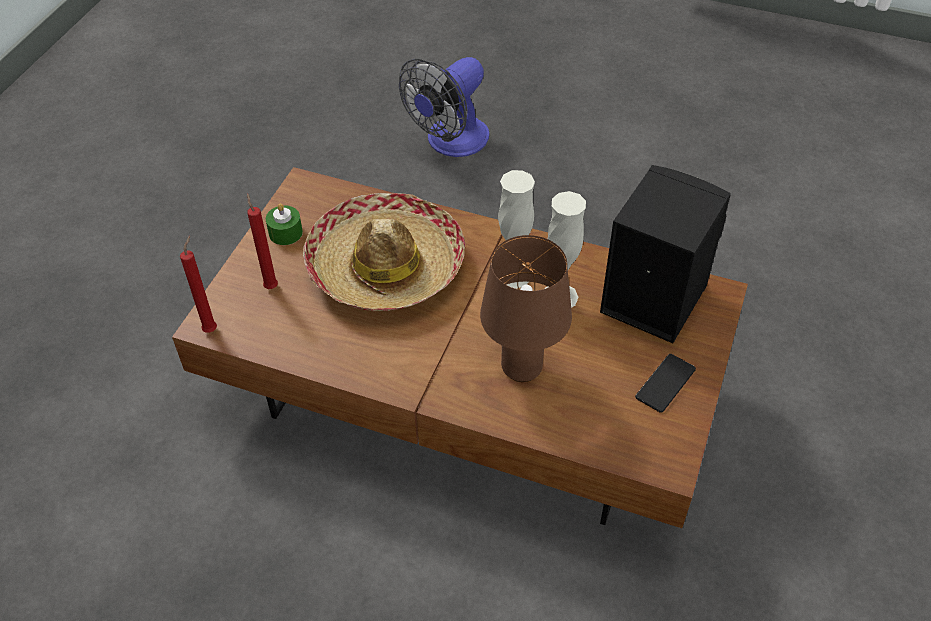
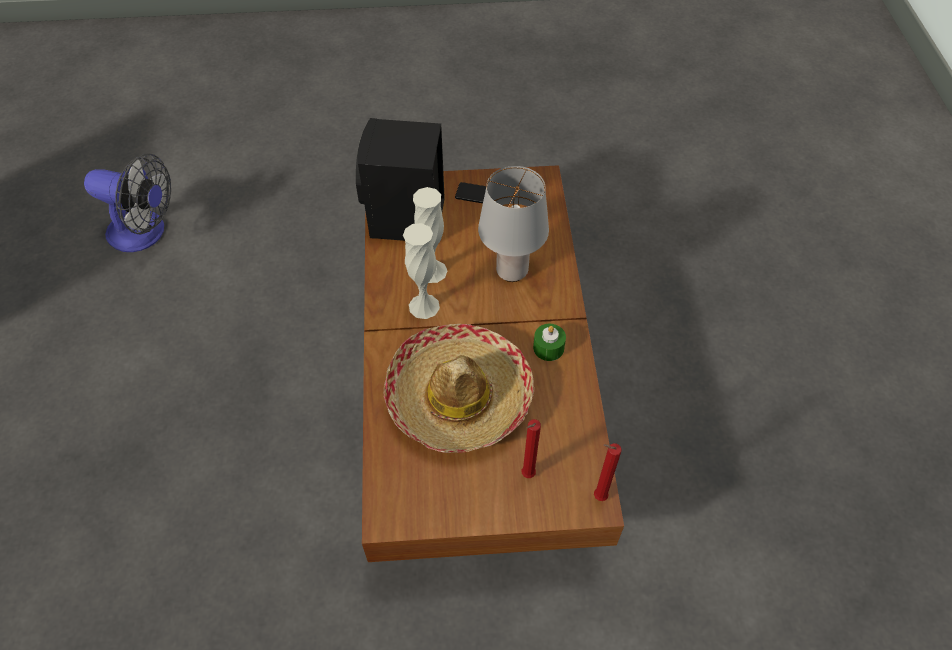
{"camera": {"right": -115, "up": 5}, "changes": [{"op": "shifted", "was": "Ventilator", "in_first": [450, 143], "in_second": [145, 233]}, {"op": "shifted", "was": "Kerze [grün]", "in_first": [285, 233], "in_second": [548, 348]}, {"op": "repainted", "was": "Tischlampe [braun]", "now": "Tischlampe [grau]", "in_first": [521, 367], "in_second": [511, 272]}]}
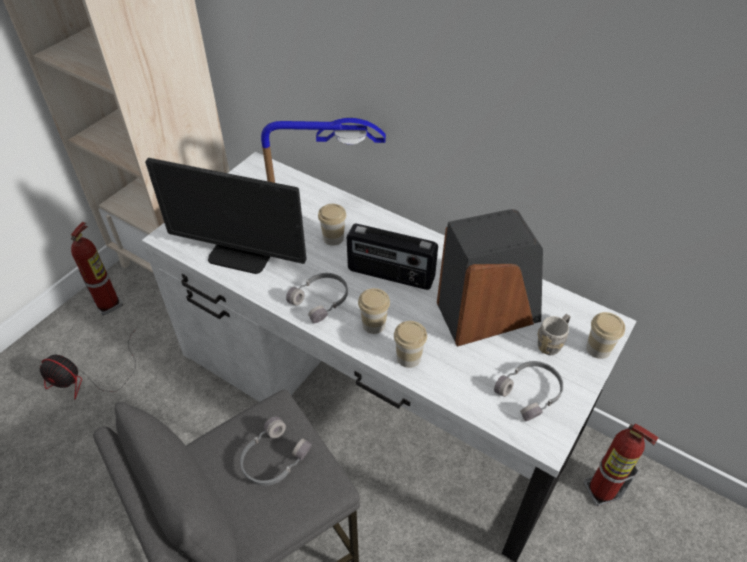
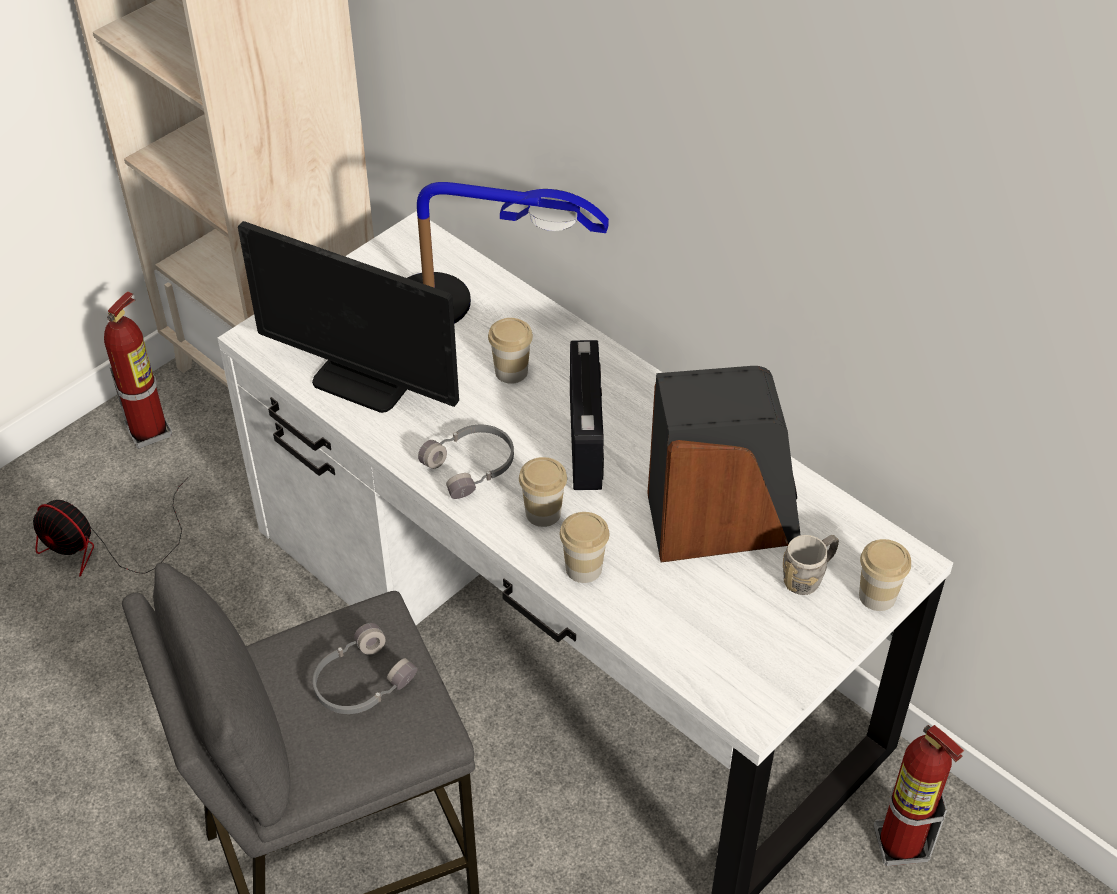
{"camera": {"right": 10, "up": 0}, "changes": [{"op": "rotated", "was": "Radio", "in_first": [390, 275], "in_second": [587, 441], "clockwise": -120}, {"op": "gone", "was": "Kopfhörer [grau]", "in_first": [531, 393]}]}
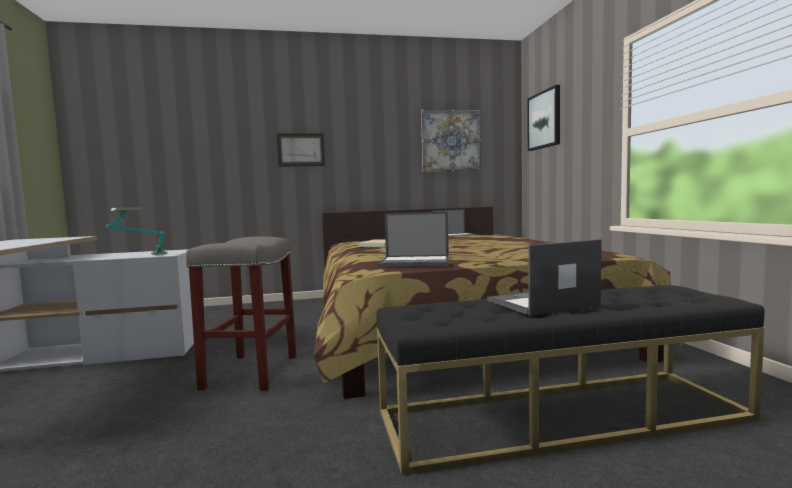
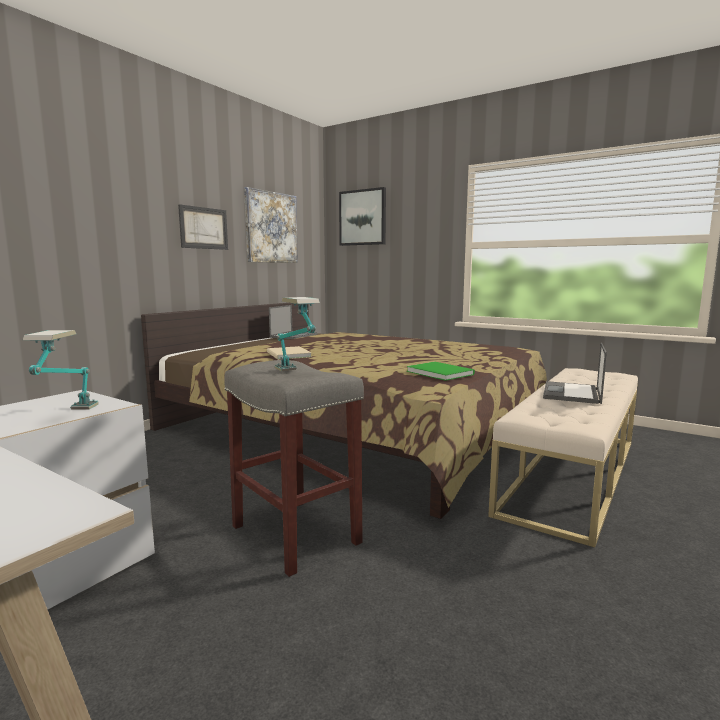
{"camera": {"right": -45, "up": 5}, "changes": [{"op": "shifted", "was": "Bild", "in_first": [301, 150], "in_second": [203, 228]}, {"op": "swapped", "was": "Laptop", "now": "Buch [grün]", "in_first": [416, 262], "in_second": [439, 372]}, {"op": "repainted", "was": "Bank [schwarz]", "now": "Bank [beige]", "in_first": [561, 415], "in_second": [571, 474]}, {"op": "new", "now": "Tischlampe", "in_second": [296, 373]}]}
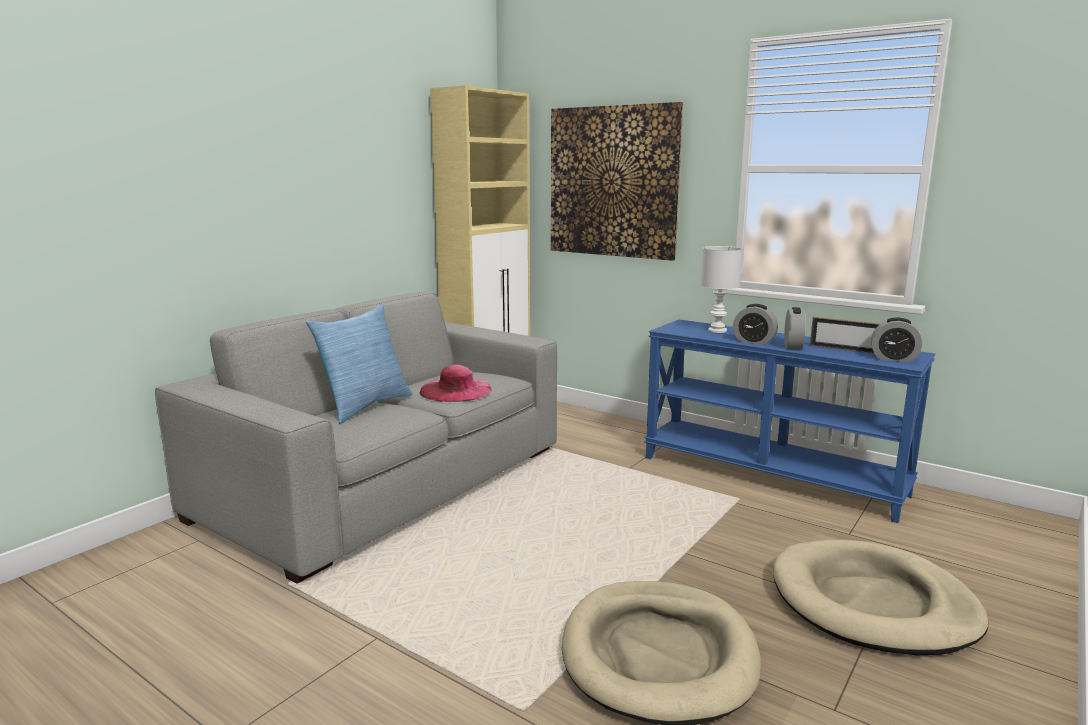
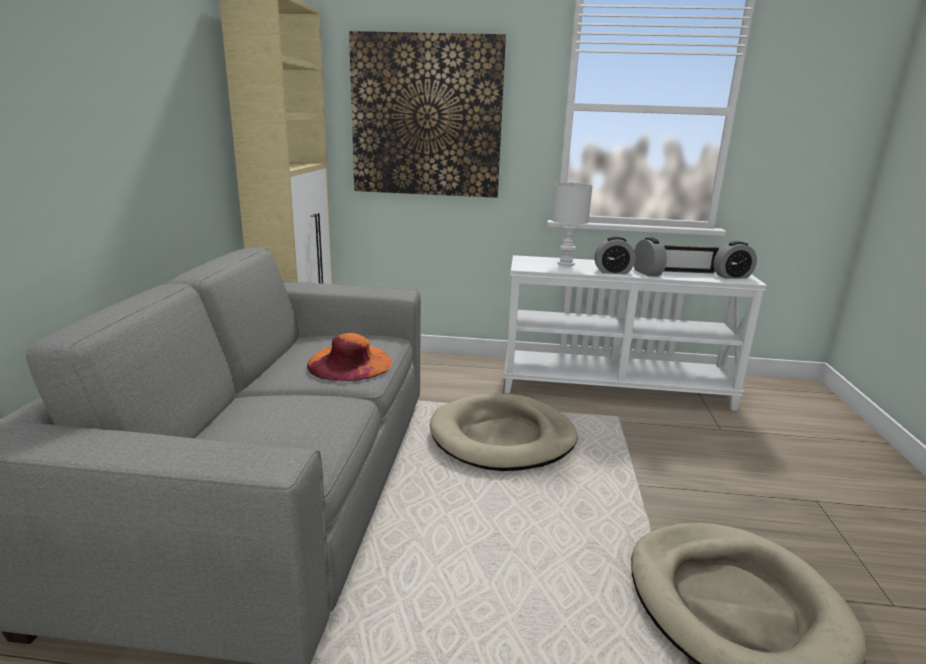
{"camera": {"right": -30, "up": 5}, "changes": [{"op": "gone", "was": "Kissen", "in_first": [364, 406]}, {"op": "repainted", "was": "Konsolentisch [blau]", "now": "Konsolentisch [weiß]", "in_first": [772, 475], "in_second": [615, 387]}, {"op": "repainted", "was": "Hut [rosa]", "now": "Hut [orange]", "in_first": [456, 390], "in_second": [349, 363]}, {"op": "shifted", "was": "Hundebett [beige]", "in_first": [872, 603], "in_second": [502, 437]}]}
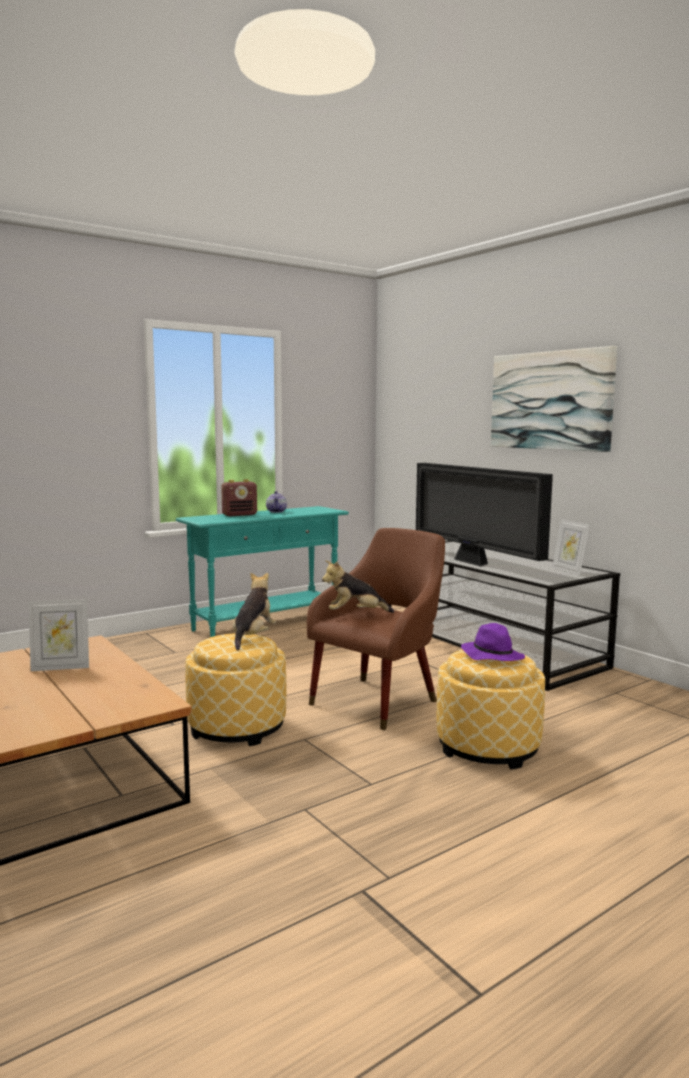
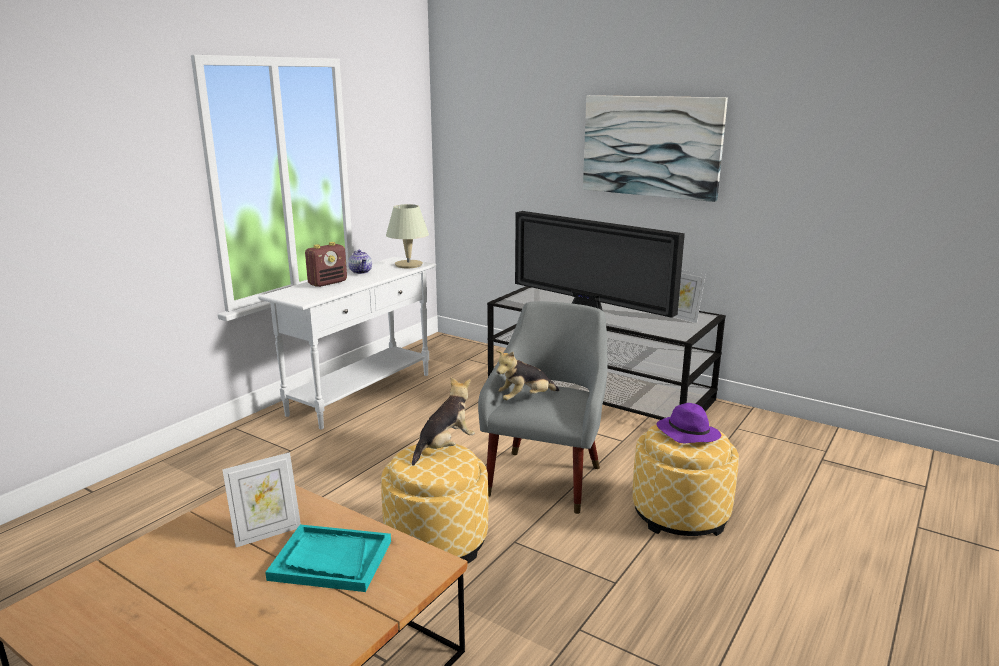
{"camera": {"right": -20, "up": 10}, "changes": [{"op": "repainted", "was": "Konsolentisch [türkis]", "now": "Konsolentisch [weiß]", "in_first": [267, 624], "in_second": [362, 394]}, {"op": "repainted", "was": "Sessel [braun]", "now": "Sessel [grau]", "in_first": [378, 699], "in_second": [546, 476]}, {"op": "rotated", "was": "Plüschtier", "in_first": [253, 637], "in_second": [445, 447], "clockwise": 45}, {"op": "new", "now": "Tischlampe [beige]", "in_second": [408, 265]}, {"op": "new", "now": "Tablett [türkis]", "in_second": [330, 560]}]}
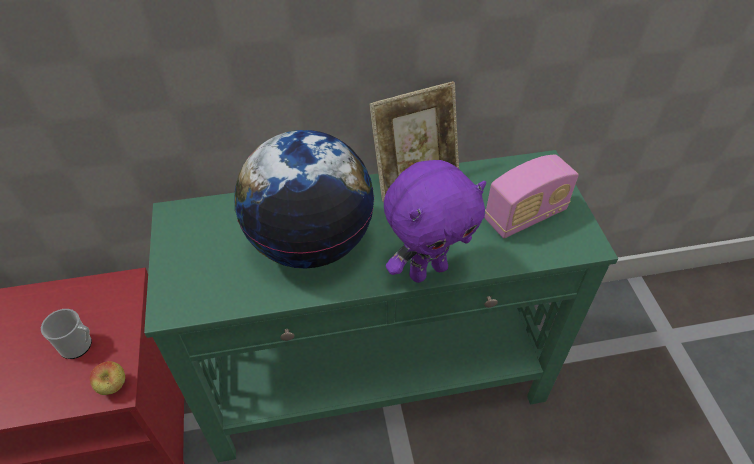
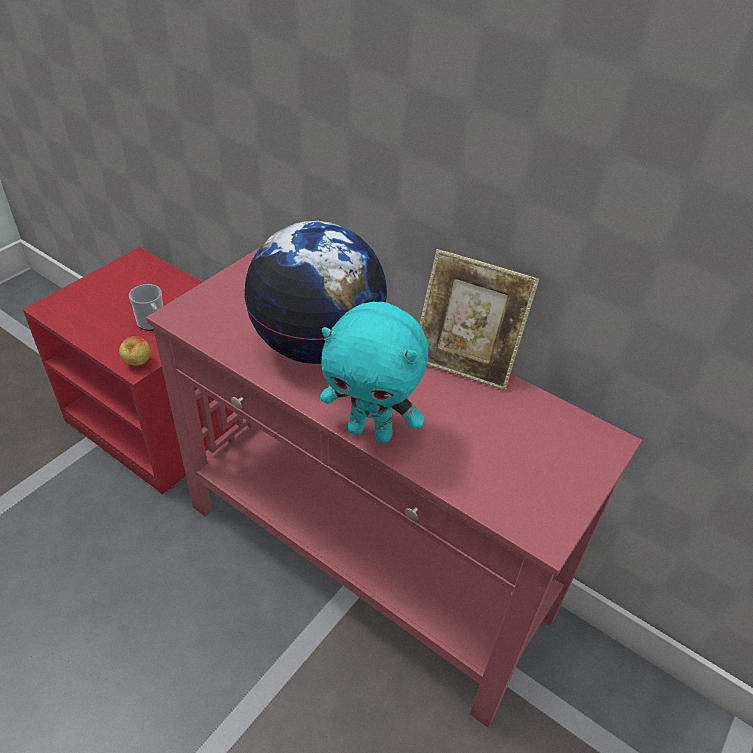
{"camera": {"right": 45, "up": -5}, "changes": [{"op": "repainted", "was": "Konsolentisch [grün]", "now": "Konsolentisch [rot]", "in_first": [378, 379], "in_second": [365, 562]}, {"op": "gone", "was": "Radio", "in_first": [525, 216]}, {"op": "repainted", "was": "Plüschtier [lila]", "now": "Plüschtier [türkis]", "in_first": [427, 270], "in_second": [371, 431]}]}
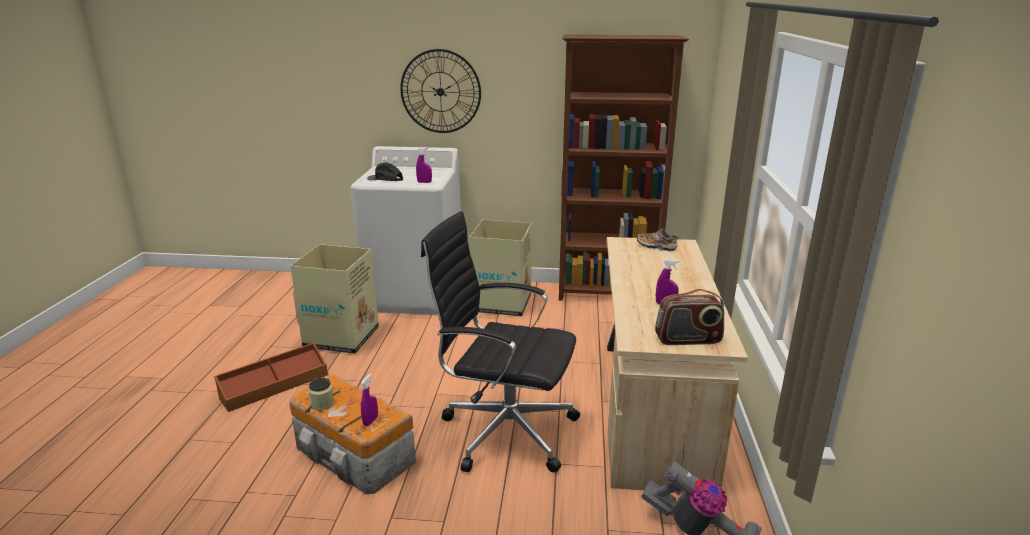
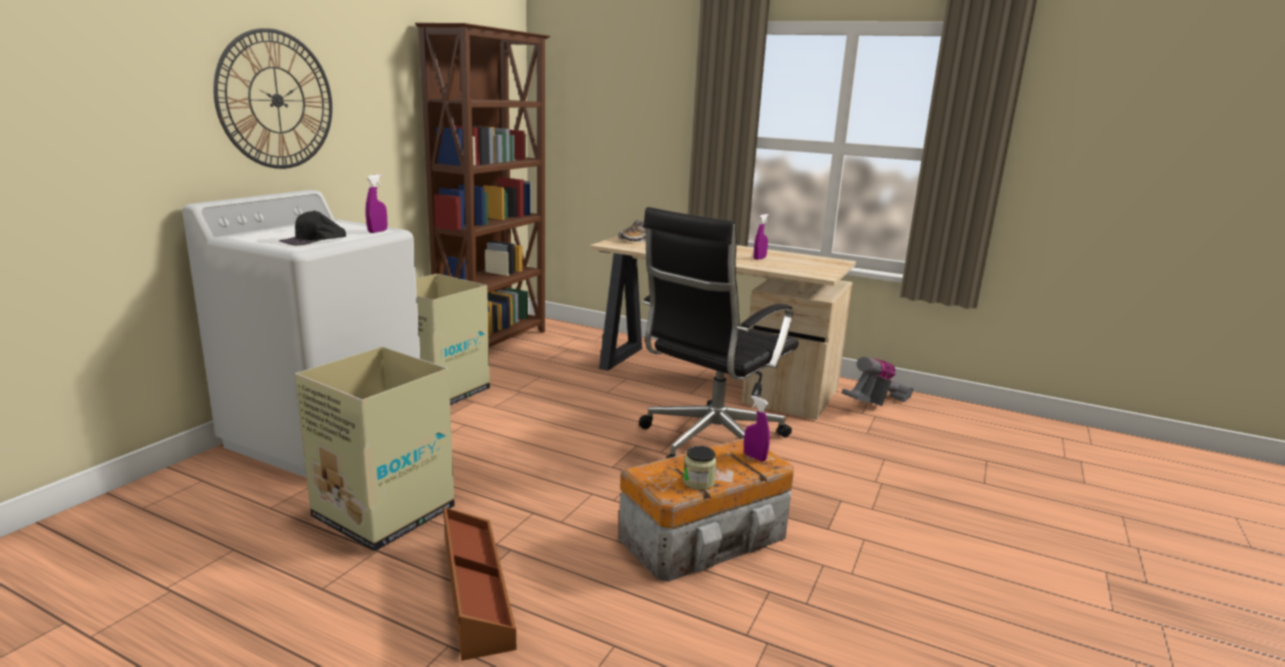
{"camera": {"right": -70, "up": -5}, "changes": [{"op": "gone", "was": "Radio", "in_first": [688, 340]}]}
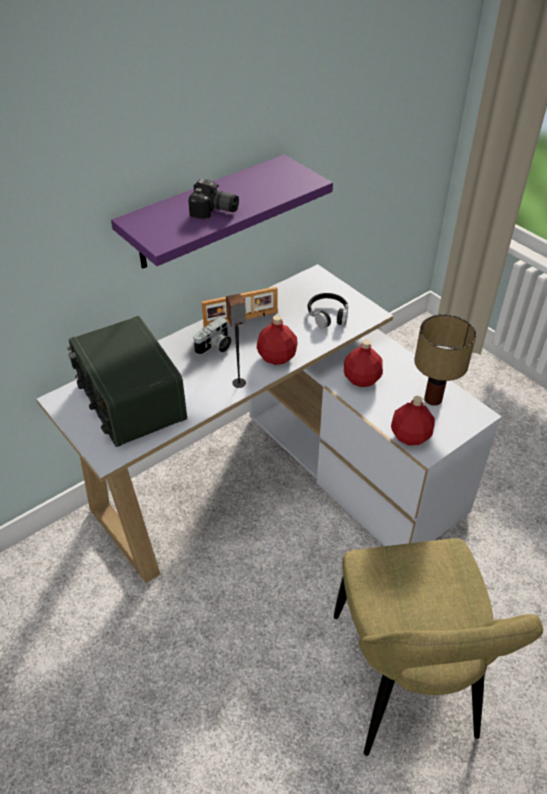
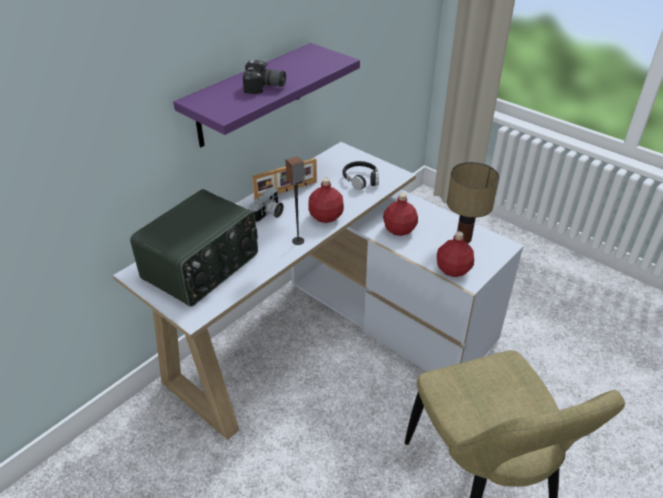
{"camera": {"right": -10, "up": -5}, "changes": [{"op": "rotated", "was": "Radio", "in_first": [129, 402], "in_second": [202, 267], "clockwise": -105}]}
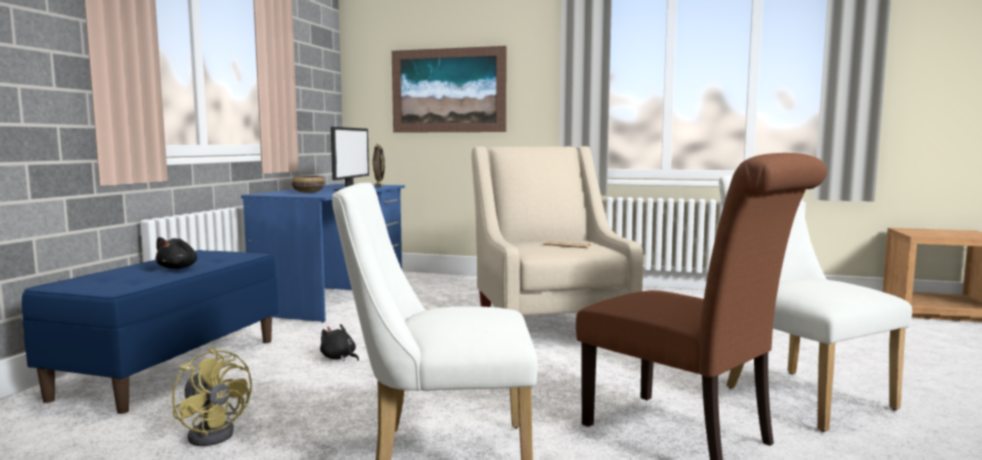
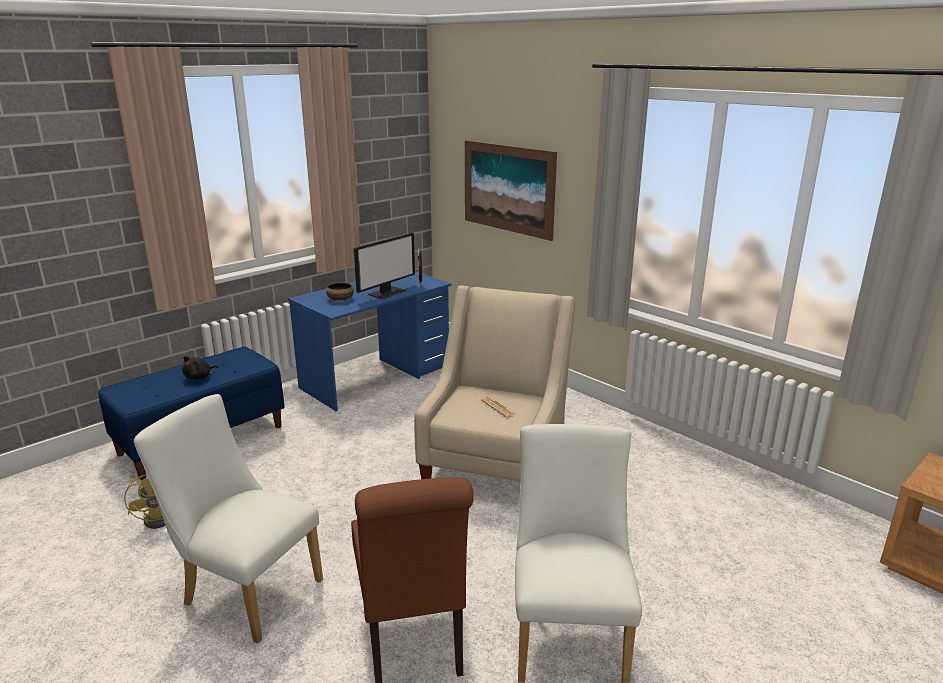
{"camera": {"right": 30, "up": 15}, "changes": [{"op": "gone", "was": "Plüschtier [schwarz]", "in_first": [339, 358]}]}
